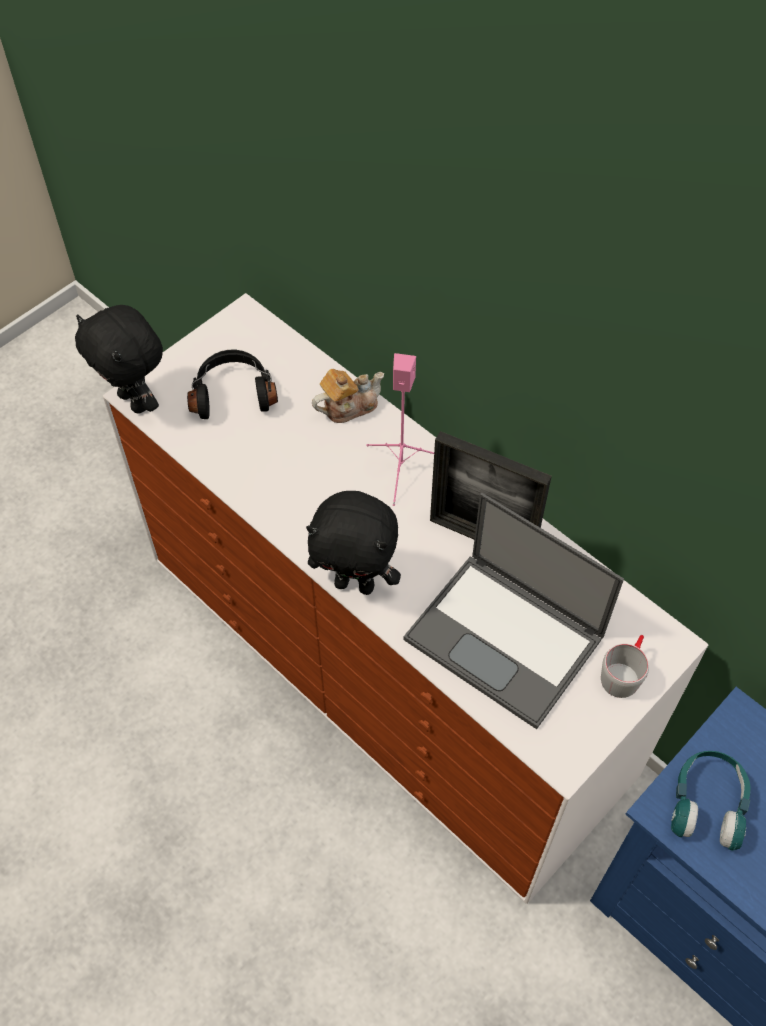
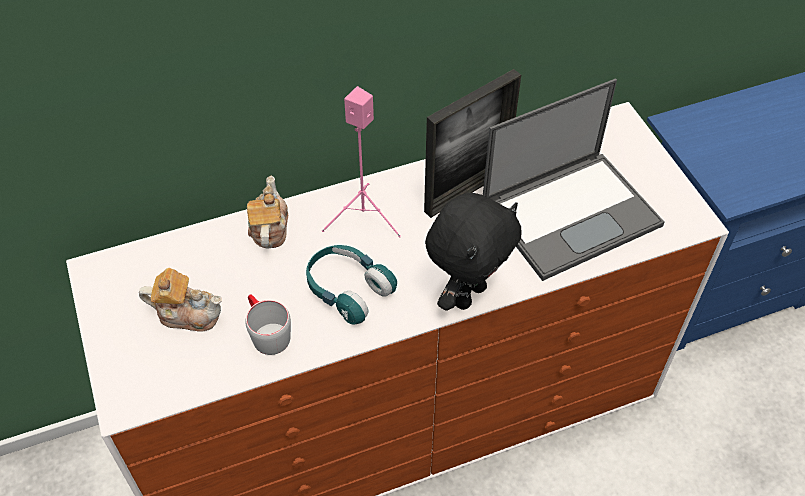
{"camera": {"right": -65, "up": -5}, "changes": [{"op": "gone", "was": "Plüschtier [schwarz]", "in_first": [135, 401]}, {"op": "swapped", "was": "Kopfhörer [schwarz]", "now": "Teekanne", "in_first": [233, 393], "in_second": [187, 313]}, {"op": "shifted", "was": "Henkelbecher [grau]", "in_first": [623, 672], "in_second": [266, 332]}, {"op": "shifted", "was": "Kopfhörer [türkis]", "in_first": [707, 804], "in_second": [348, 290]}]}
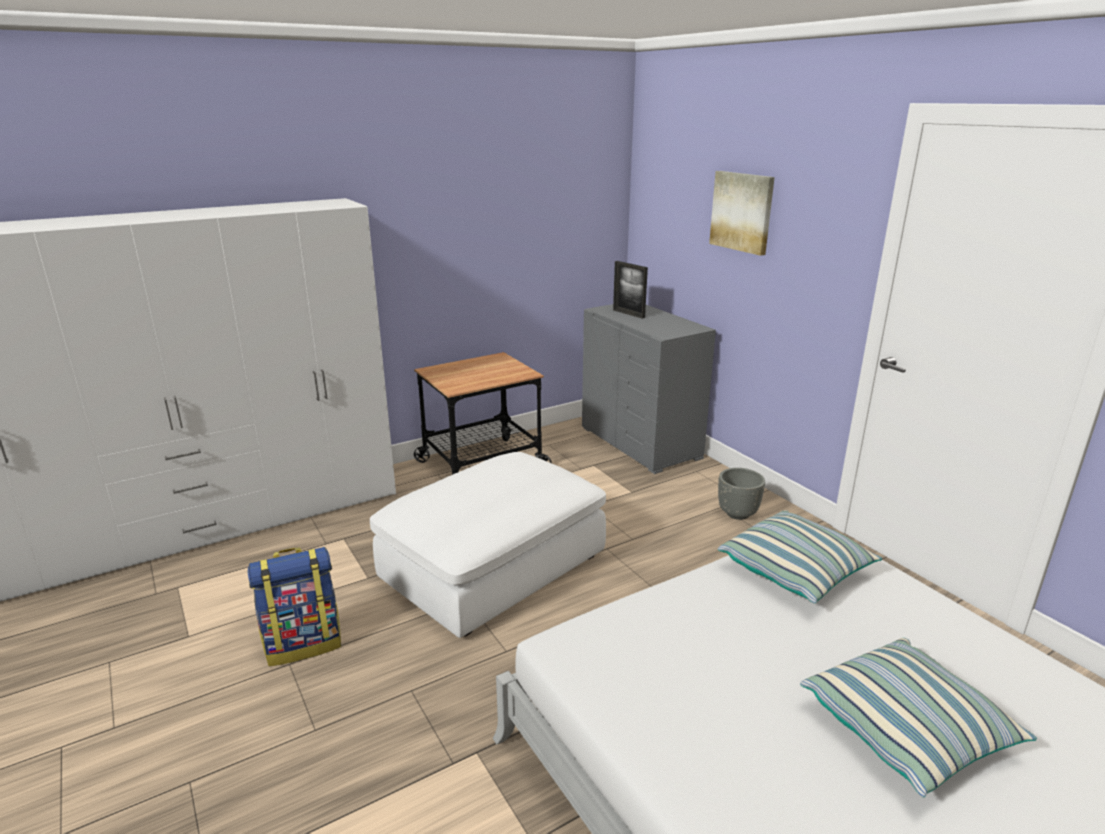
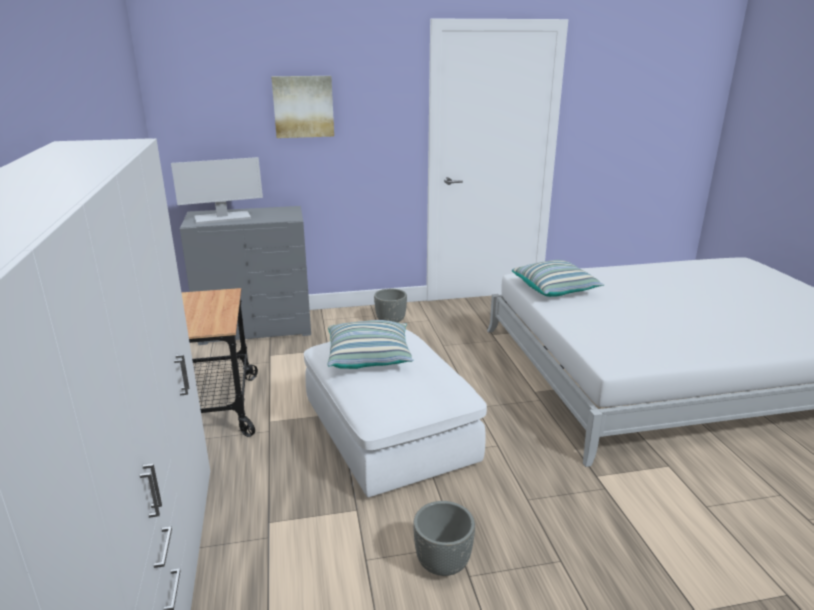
{"camera": {"right": -70, "up": 0}, "changes": [{"op": "swapped", "was": "Bilderrahmen", "now": "Monitor", "in_first": [628, 314], "in_second": [222, 218]}, {"op": "swapped", "was": "Rucksack", "now": "Pflanzkübel [grau]", "in_first": [304, 643], "in_second": [442, 564]}, {"op": "shifted", "was": "Kissen", "in_first": [907, 730], "in_second": [369, 357]}]}
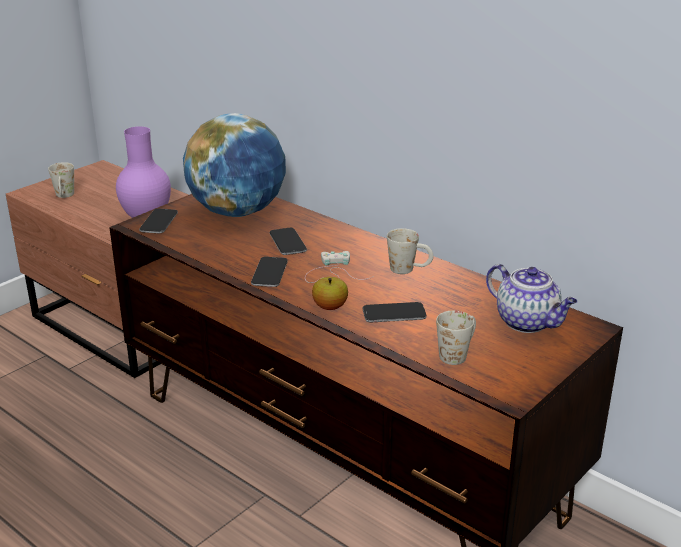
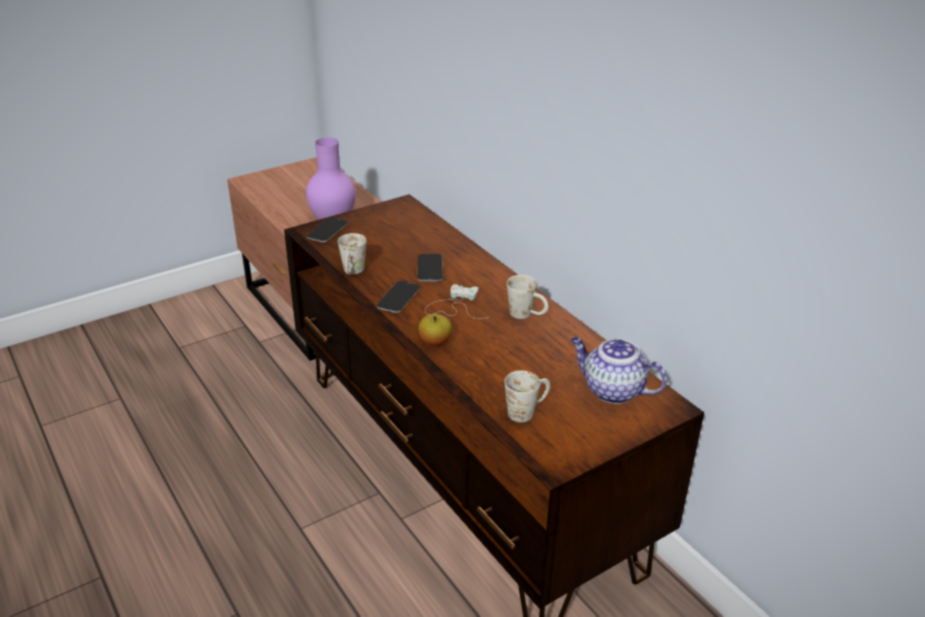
{"camera": {"right": 15, "up": 5}, "changes": [{"op": "gone", "was": "Globus", "in_first": [238, 212]}, {"op": "shifted", "was": "Henkelbecher [weiß]", "in_first": [64, 196], "in_second": [352, 273]}, {"op": "rotated", "was": "Teekanne", "in_first": [528, 322], "in_second": [611, 390], "clockwise": 150}, {"op": "gone", "was": "Handy", "in_first": [394, 314]}]}
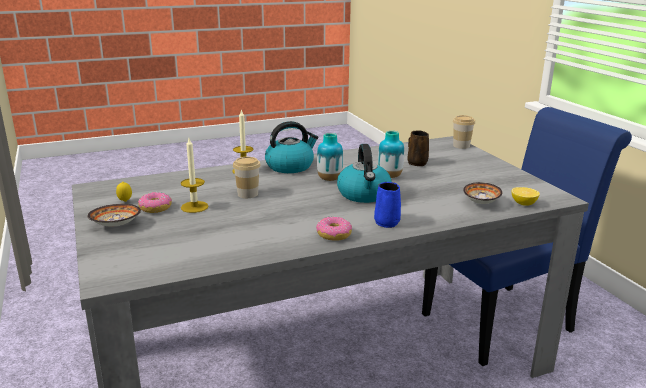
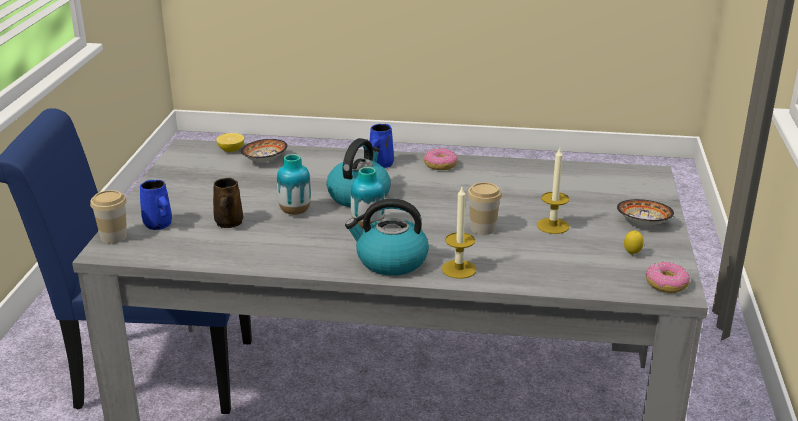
{"camera": {"right": -150, "up": 5}, "changes": [{"op": "shifted", "was": "Donut", "in_first": [155, 208], "in_second": [666, 284]}, {"op": "new", "now": "Henkelbecher [blau]", "in_second": [159, 225]}]}
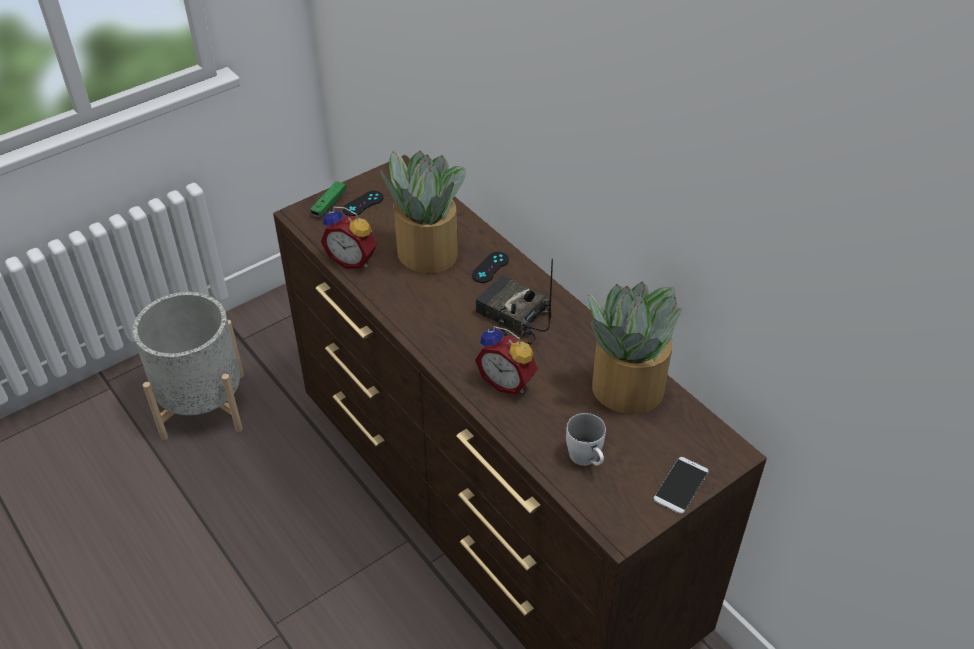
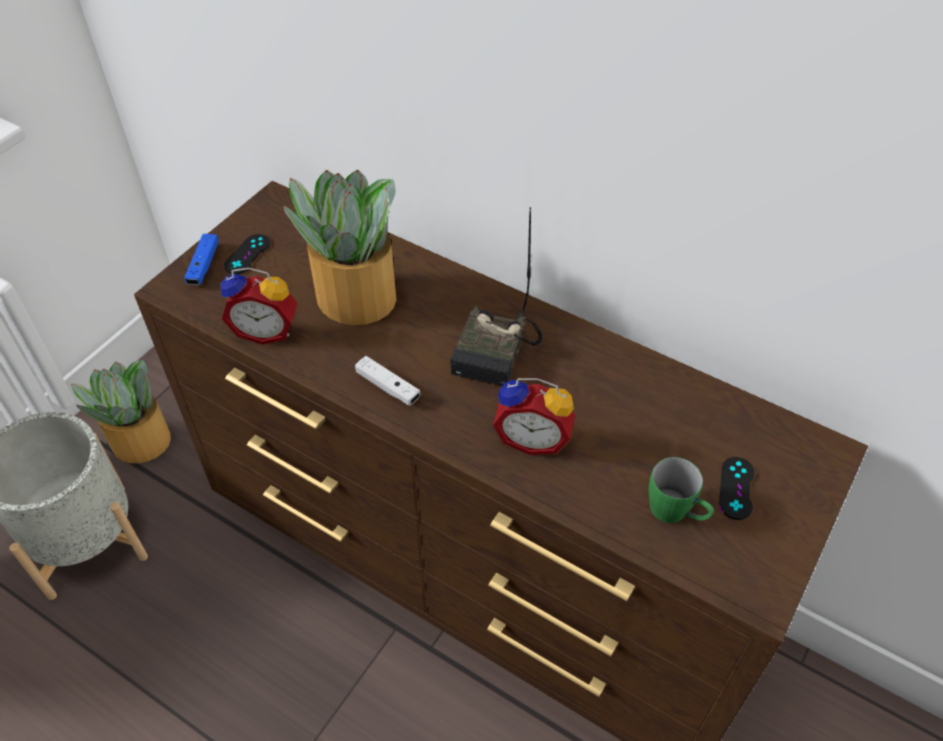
{"camera": {"right": -20, "up": 5}, "changes": [{"op": "repainted", "was": "Gamepad [grün]", "now": "Gamepad [blau]", "in_first": [329, 204], "in_second": [203, 265]}, {"op": "shifted", "was": "Gamepad [schwarz]", "in_first": [490, 267], "in_second": [736, 488]}, {"op": "rotated", "was": "Radio", "in_first": [511, 317], "in_second": [497, 353], "clockwise": -90}, {"op": "shifted", "was": "Topfpflanze", "in_first": [626, 388], "in_second": [140, 441]}, {"op": "repainted", "was": "Henkelbecher [weiß]", "now": "Henkelbecher [grün]", "in_first": [587, 460], "in_second": [676, 513]}, {"op": "gone", "was": "Handy", "in_first": [681, 485]}, {"op": "new", "now": "Gamepad [weiß]", "in_second": [388, 387]}]}
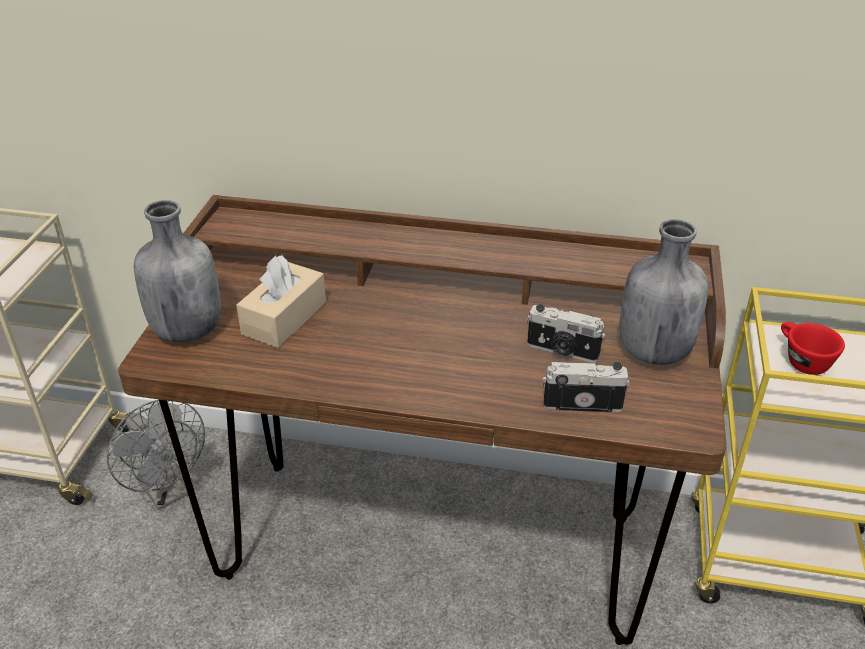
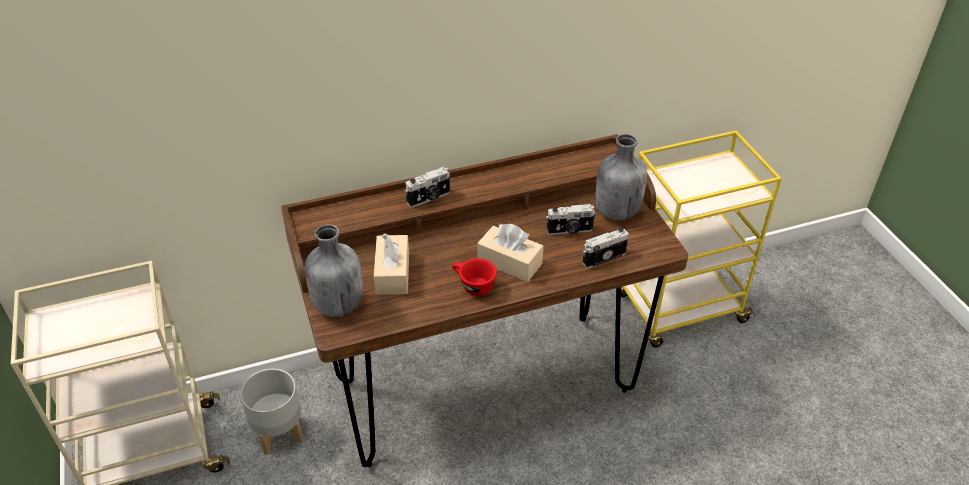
{"camera": {"right": -30, "up": 5}, "changes": [{"op": "shifted", "was": "Tasse [rot]", "in_first": [801, 360], "in_second": [472, 286]}, {"op": "swapped", "was": "Ventilator [grau]", "now": "Pflanzkübel [grau]", "in_first": [167, 492], "in_second": [279, 432]}, {"op": "new", "now": "Kamera", "in_second": [429, 198]}, {"op": "new", "now": "Taschentuchbox [beige]", "in_second": [509, 262]}]}
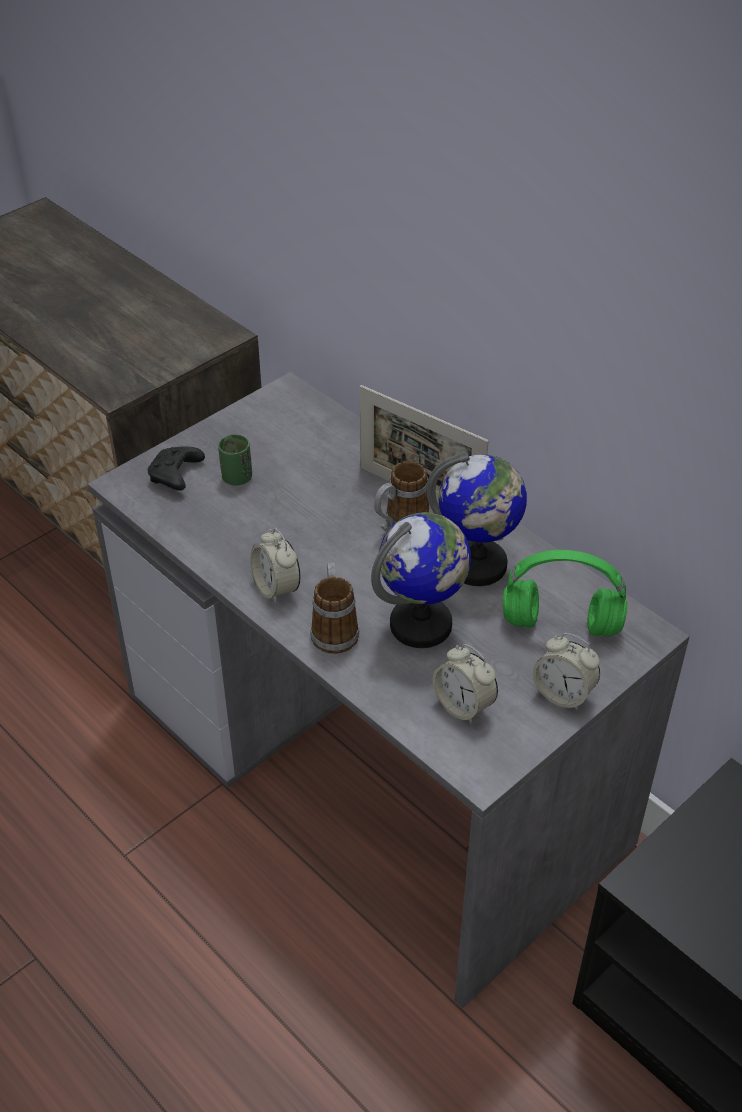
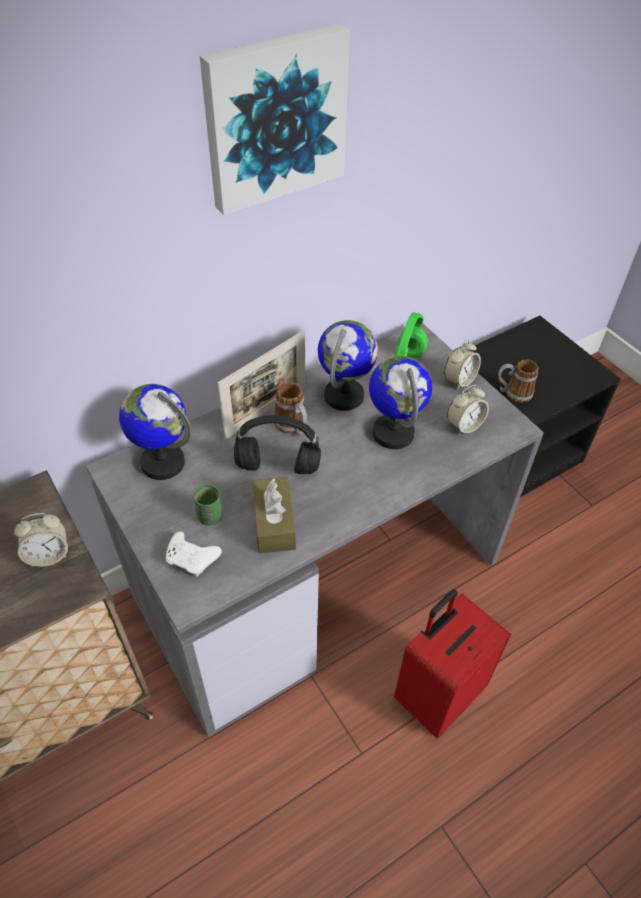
{"camera": {"right": -80, "up": 5}, "changes": [{"op": "repainted", "was": "Gamepad [schwarz]", "now": "Gamepad [weiß]", "in_first": [176, 476], "in_second": [192, 559]}, {"op": "shifted", "was": "Wecker", "in_first": [276, 588], "in_second": [49, 554]}, {"op": "shifted", "was": "Henkelbecher", "in_first": [334, 629], "in_second": [513, 393]}, {"op": "new", "now": "Bild", "in_second": [274, 118]}, {"op": "new", "now": "Globus", "in_second": [162, 462]}, {"op": "new", "now": "Kopfhörer [schwarz]", "in_second": [276, 467]}, {"op": "new", "now": "Taschentuchbox [braun]", "in_second": [274, 523]}, {"op": "new", "now": "Koffer [rot]", "in_second": [437, 694]}]}
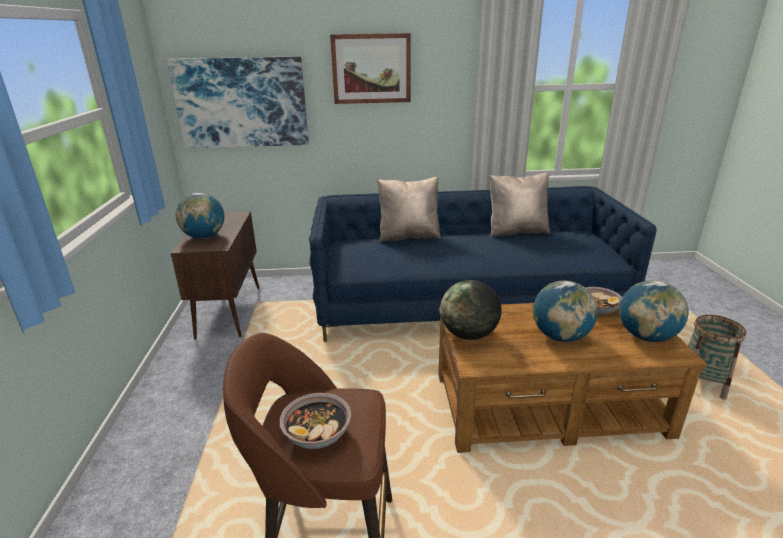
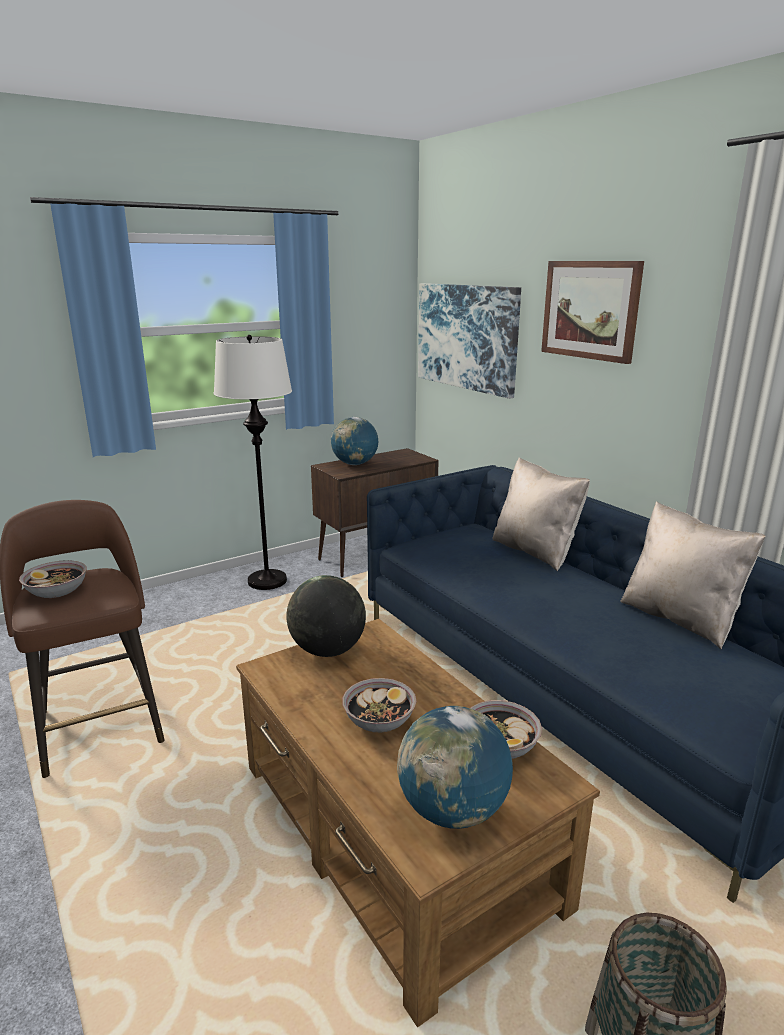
{"camera": {"right": 60, "up": -5}, "changes": [{"op": "swapped", "was": "Globus", "now": "Schüssel", "in_first": [560, 337], "in_second": [379, 720]}, {"op": "new", "now": "Stehlampe [weiß]", "in_second": [267, 581]}]}
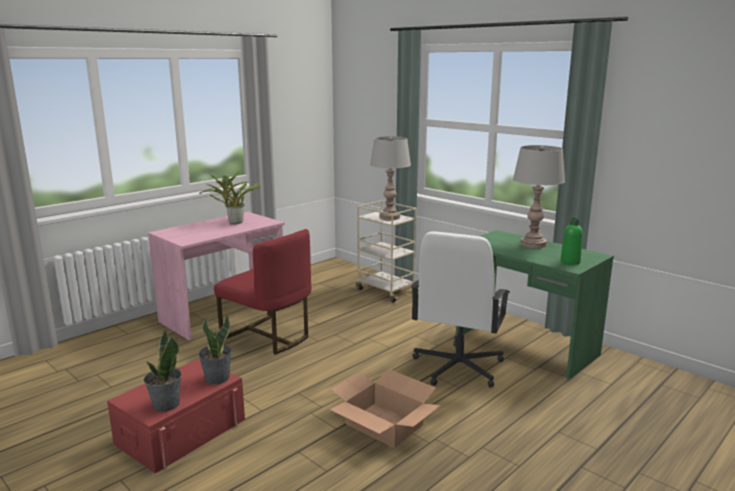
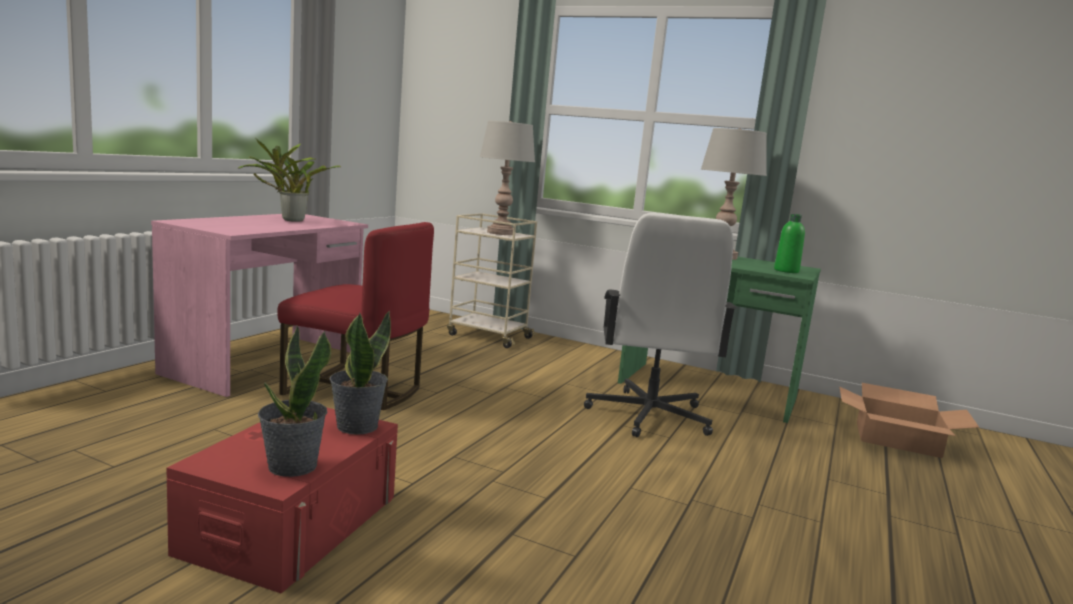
{"camera": {"right": -20, "up": -5}, "changes": [{"op": "shifted", "was": "Karton", "in_first": [384, 424], "in_second": [897, 439]}]}
